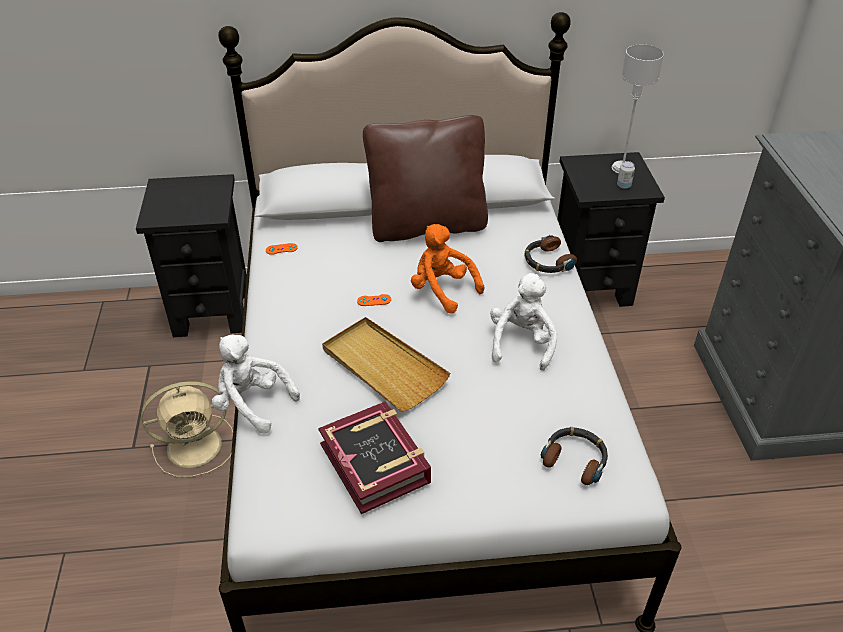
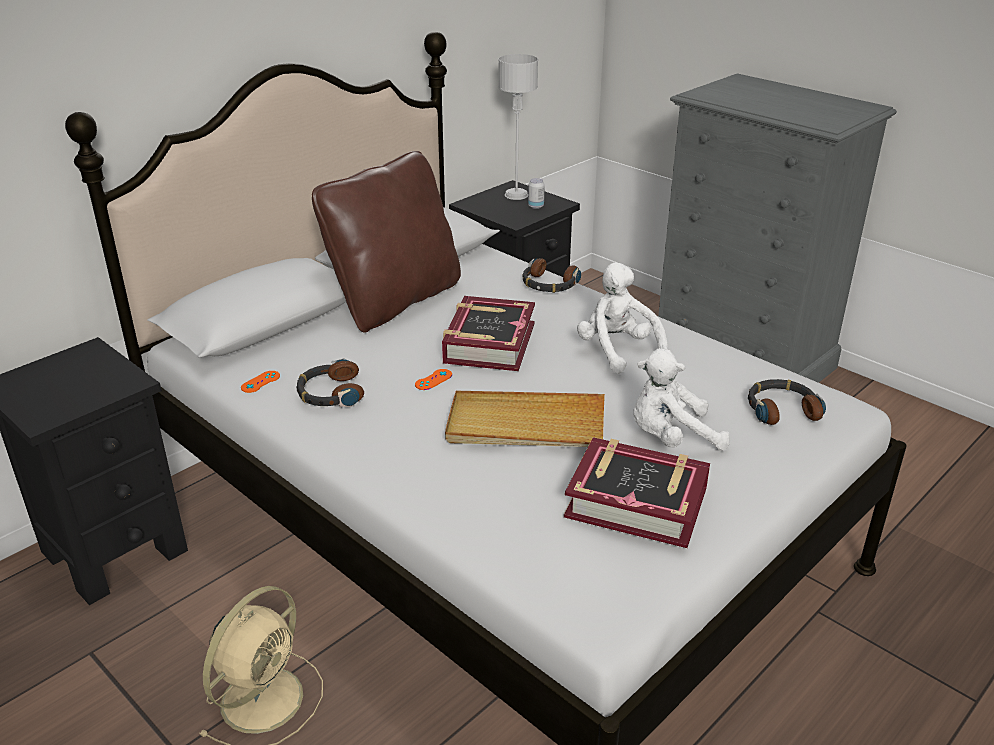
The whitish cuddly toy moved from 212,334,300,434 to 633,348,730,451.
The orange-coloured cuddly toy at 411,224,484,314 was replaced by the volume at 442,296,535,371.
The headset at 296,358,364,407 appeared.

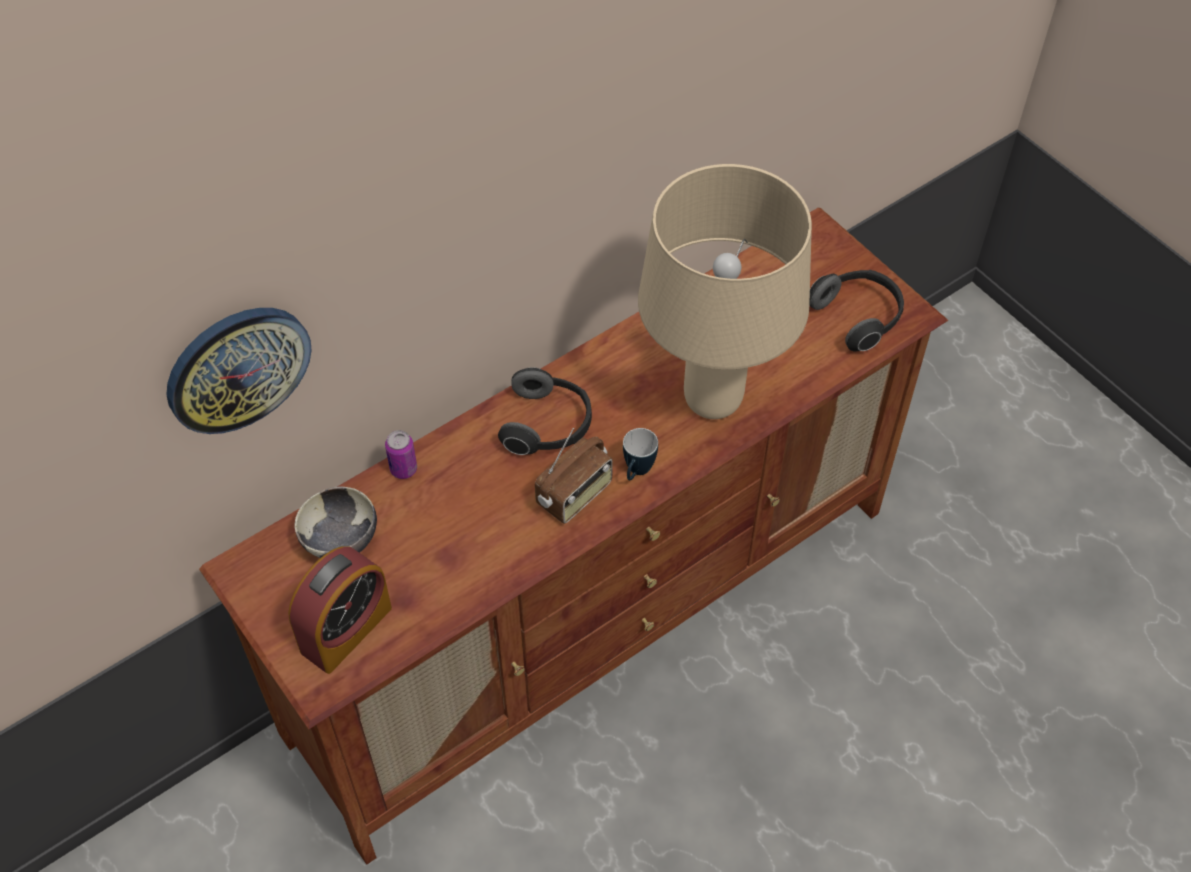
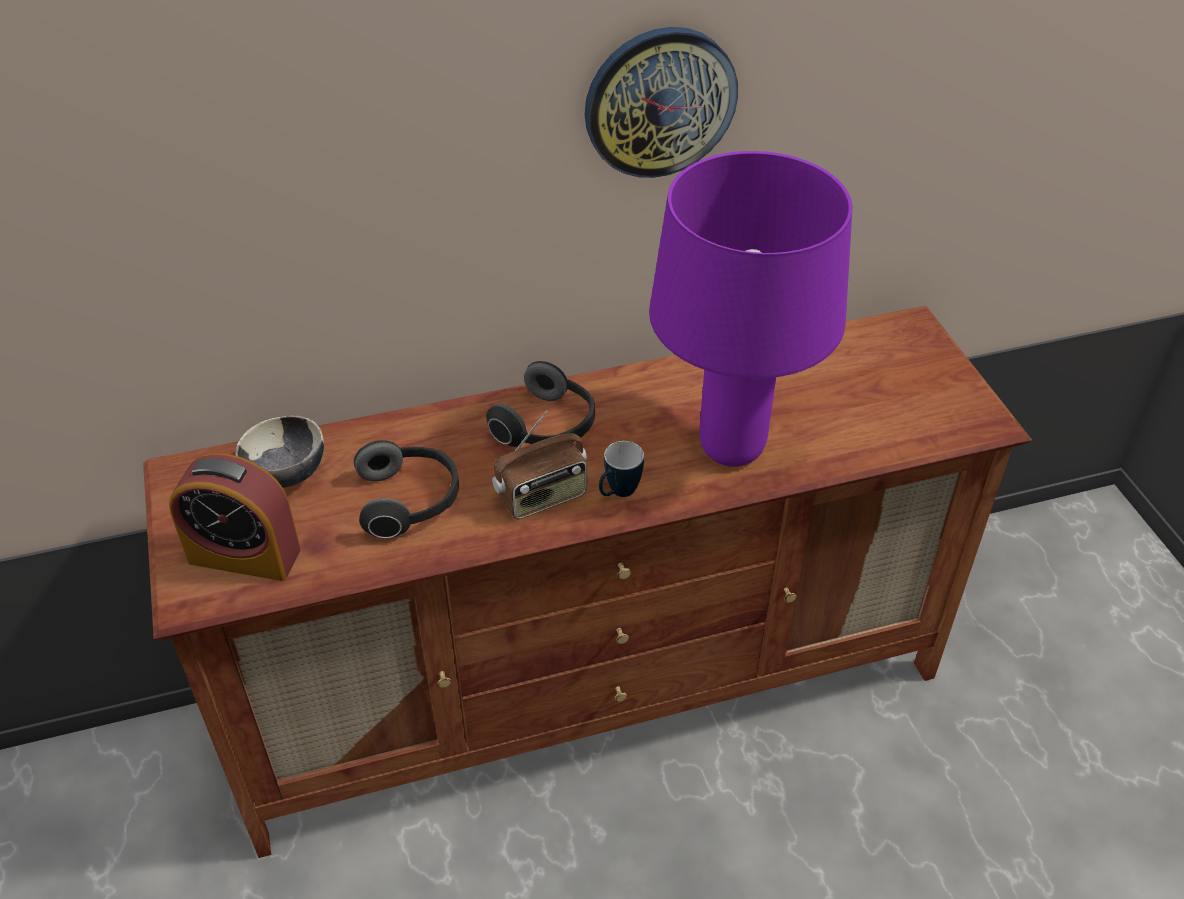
The hanging clock moved from 166,308,312,434 to 585,27,738,178.
The table clock at 288,546,392,674 turned 45 degrees clockwise.
The metal can at 385,430,417,479 disappeared.
The sand-coloured table lamp at 638,164,812,419 became the purplish table lamp at 649,151,852,467.
The headset moved from 809,270,904,351 to 354,440,459,538.

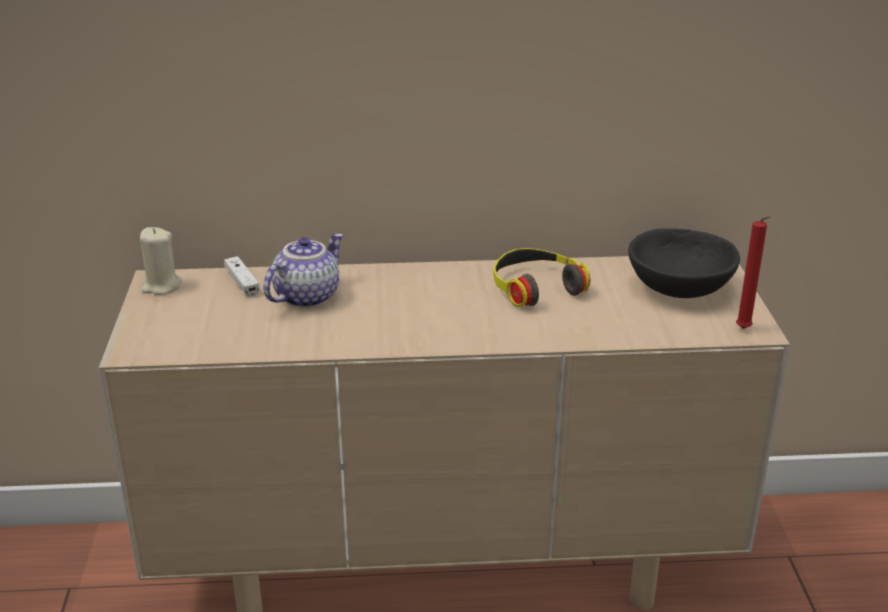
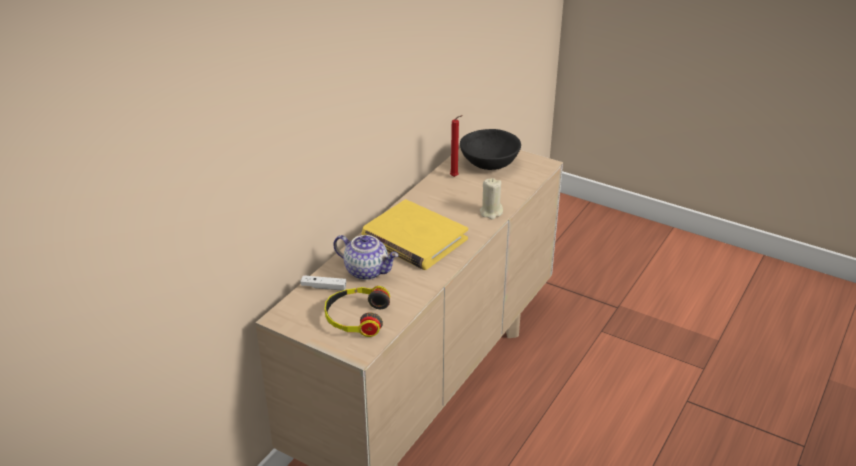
The sand-coloured candle moved from 140,227,182,295 to 480,178,503,220.
The tea pot at 263,233,343,308 turned 135 degrees clockwise.
The headset moved from 494,248,590,307 to 325,286,390,337.
The red candle moved from 736,216,770,329 to 450,115,463,177.
The yellow-coloured volume at 361,199,468,270 appeared.

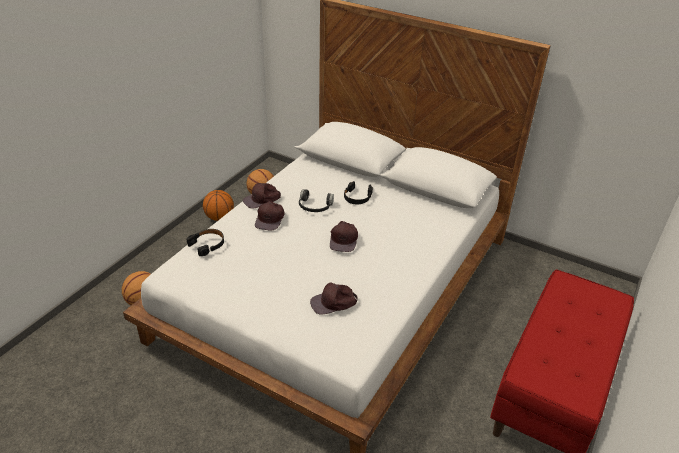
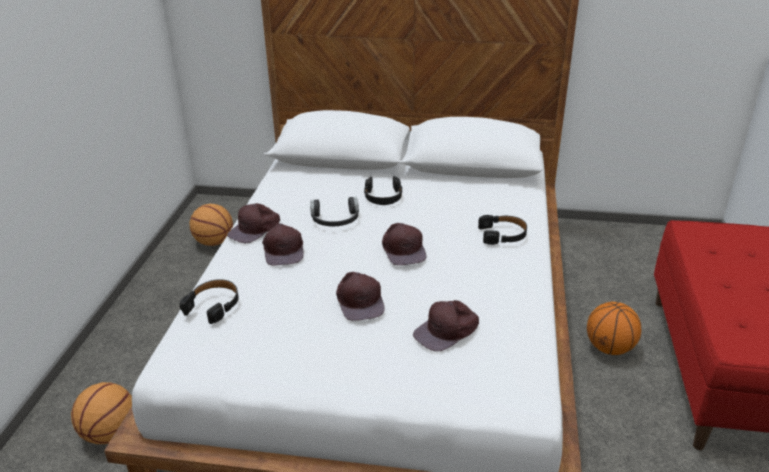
The basketball ball moved from 203,190,234,221 to 587,302,641,355.
The brown-coloured cap at 336,272,385,321 appeared.
The black headset at 478,215,527,245 appeared.

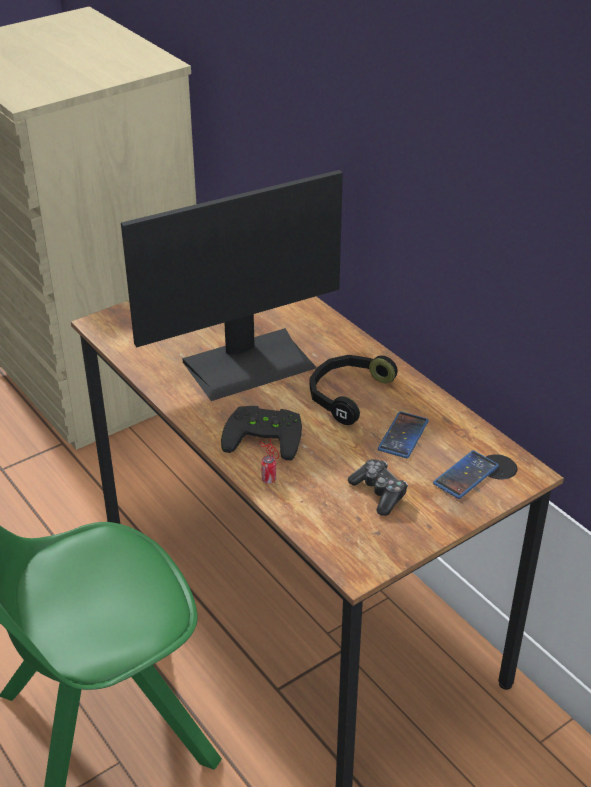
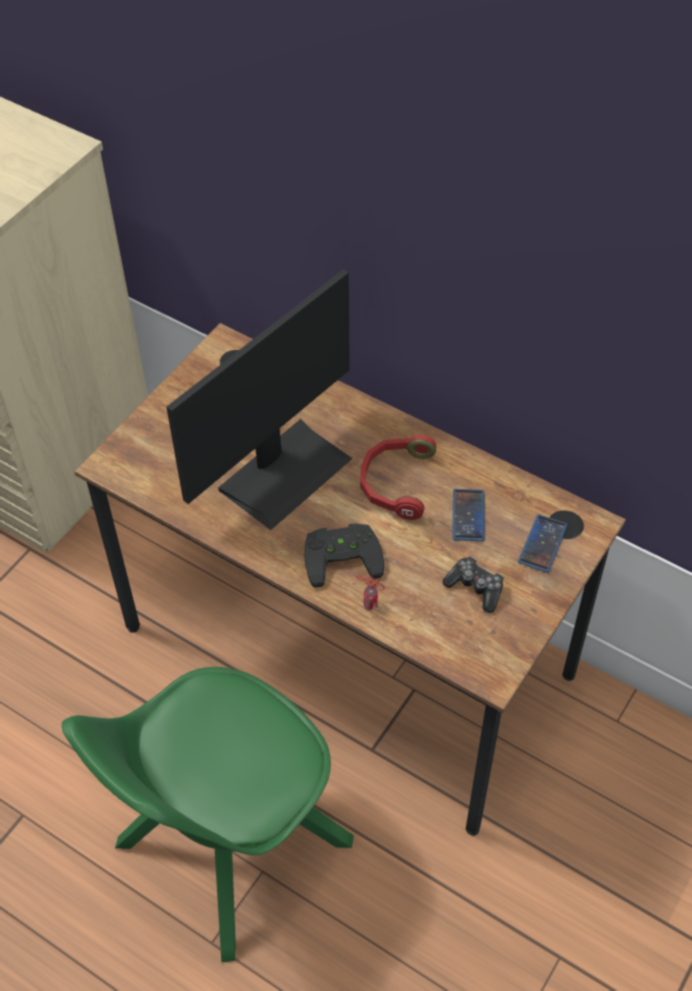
The black headset at 309,355,398,425 became the red headset at 360,435,436,520.

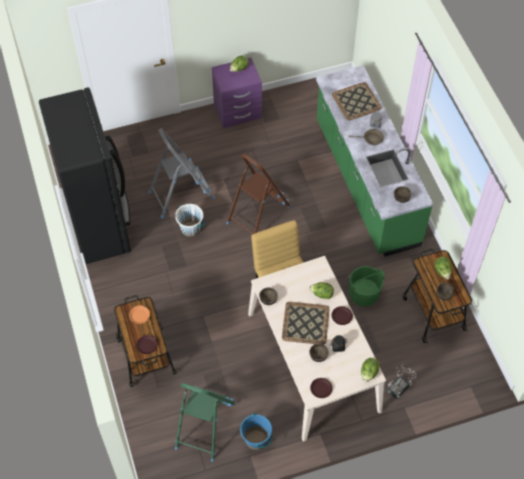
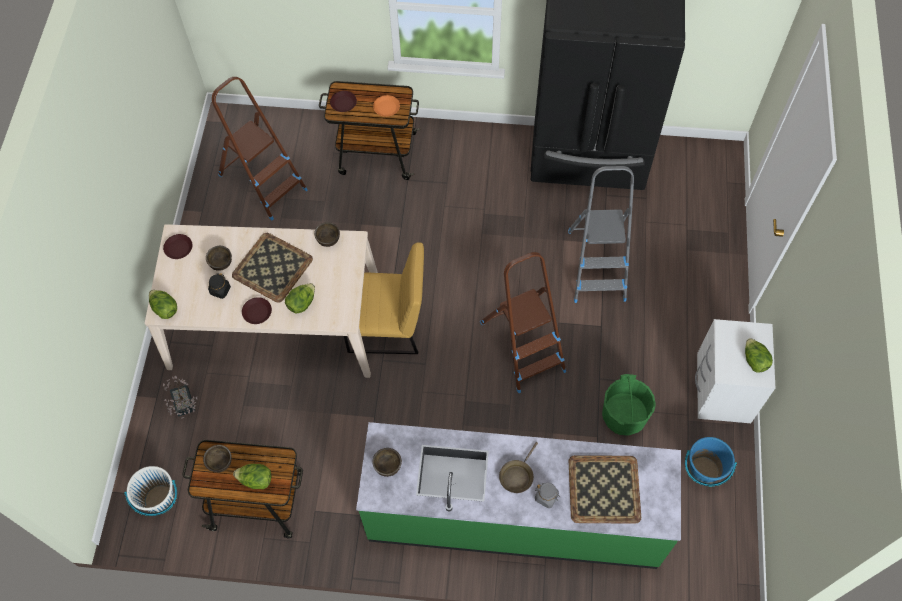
The whitish pail moved from 175,204,205,237 to 124,466,177,516.
The greenish step stool at 175,383,236,462 became the brown-coloured step stool at 212,77,308,220.
The purplish nightstand at 212,58,262,128 became the whitish nightstand at 695,319,775,423.
The blue-coloured pail moved from 240,413,272,450 to 685,437,737,486.
The greenish pail moved from 349,266,385,307 to 602,374,656,436.

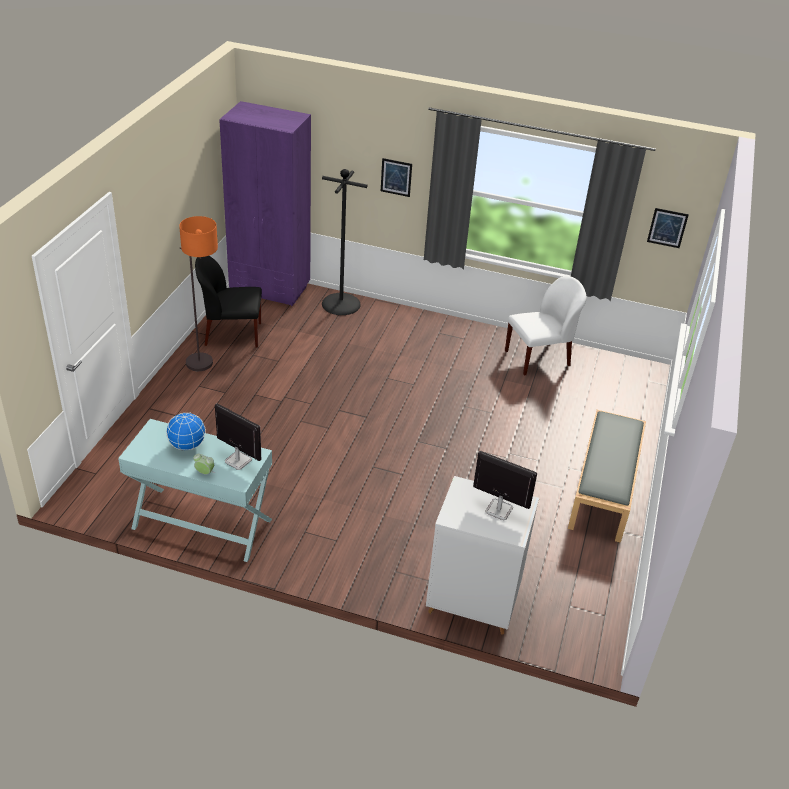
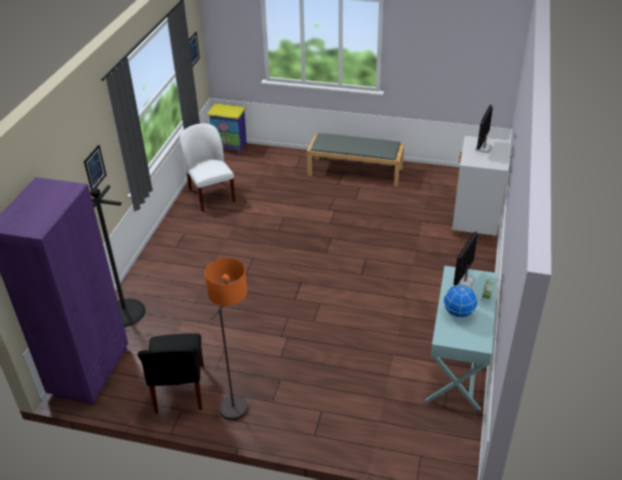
The nightstand at 207,104,247,154 appeared.

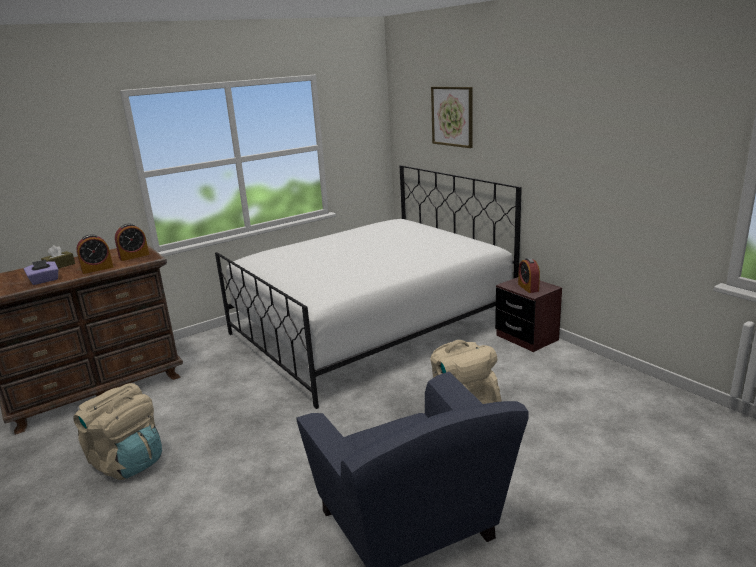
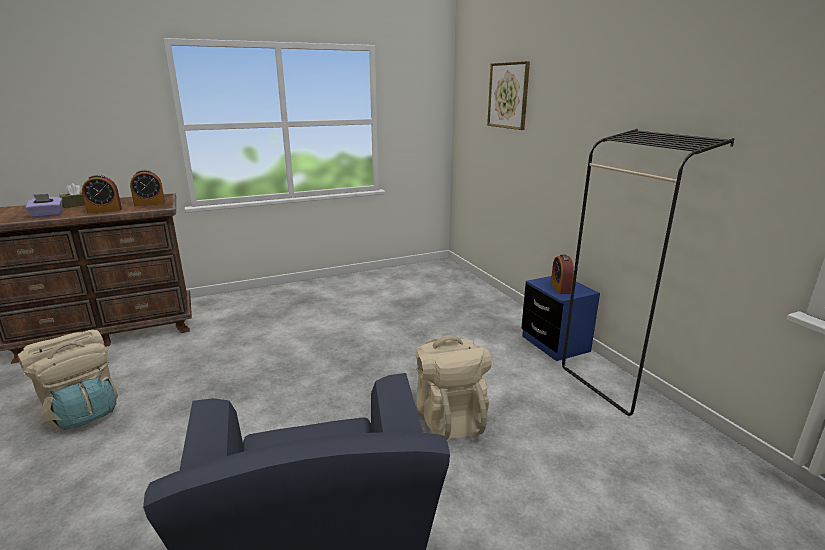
The whitish bed at 215,165,522,409 disappeared.
The brown-coloured nightstand at 495,277,562,352 became the blue-coloured nightstand at 521,276,600,361.
The black garment rack at 562,129,735,416 appeared.

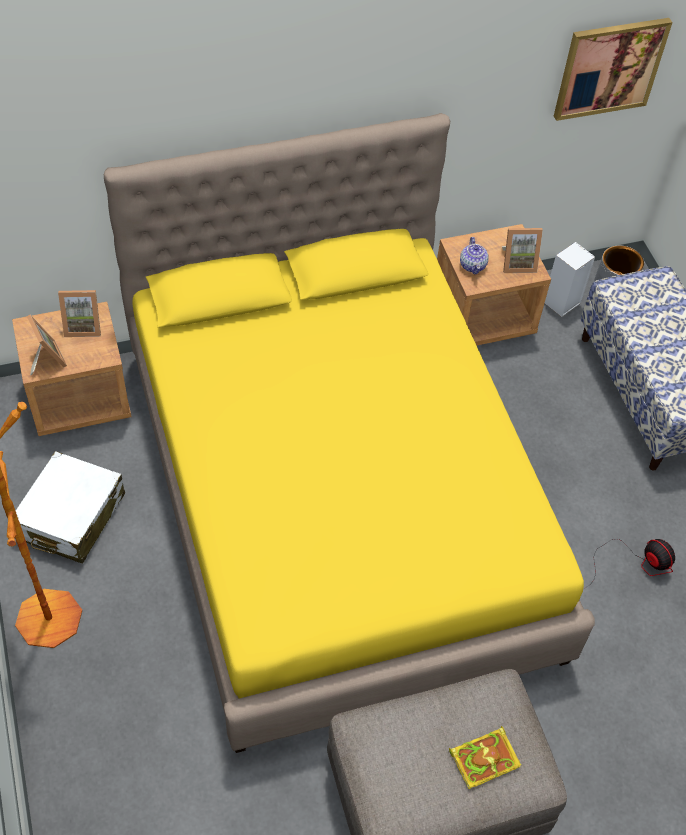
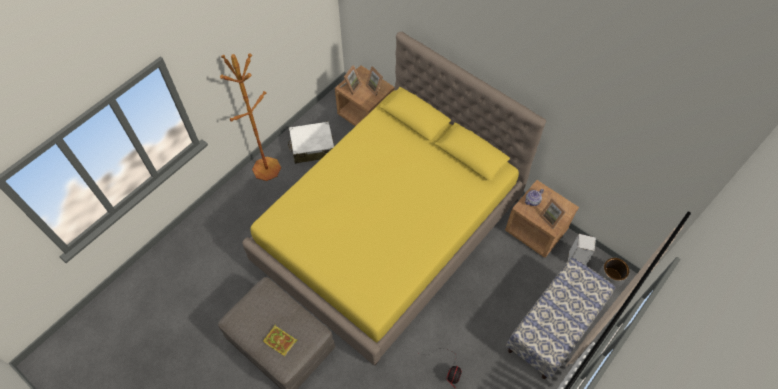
The picture at 554,18,673,121 disappeared.

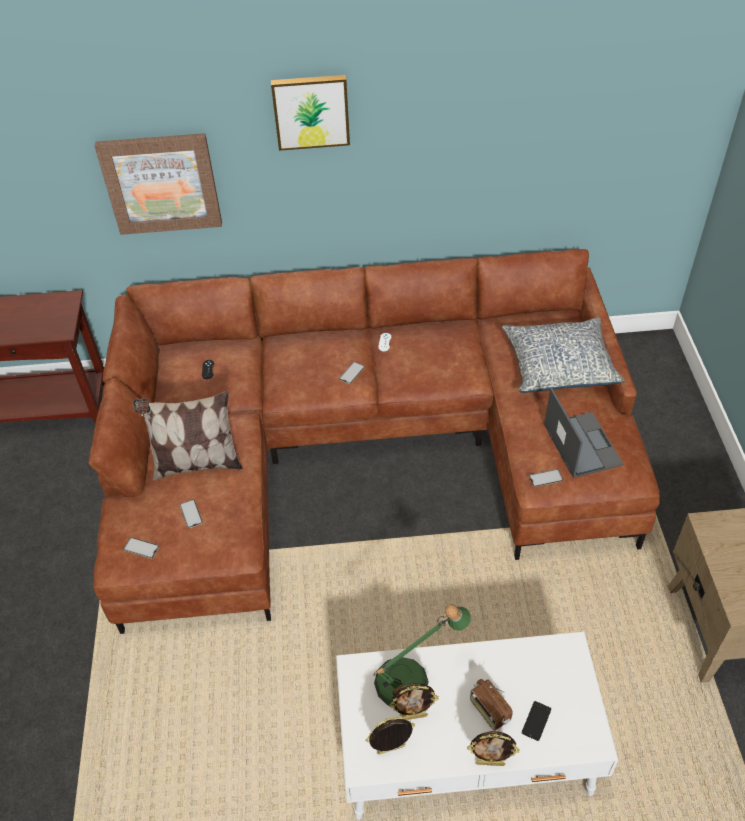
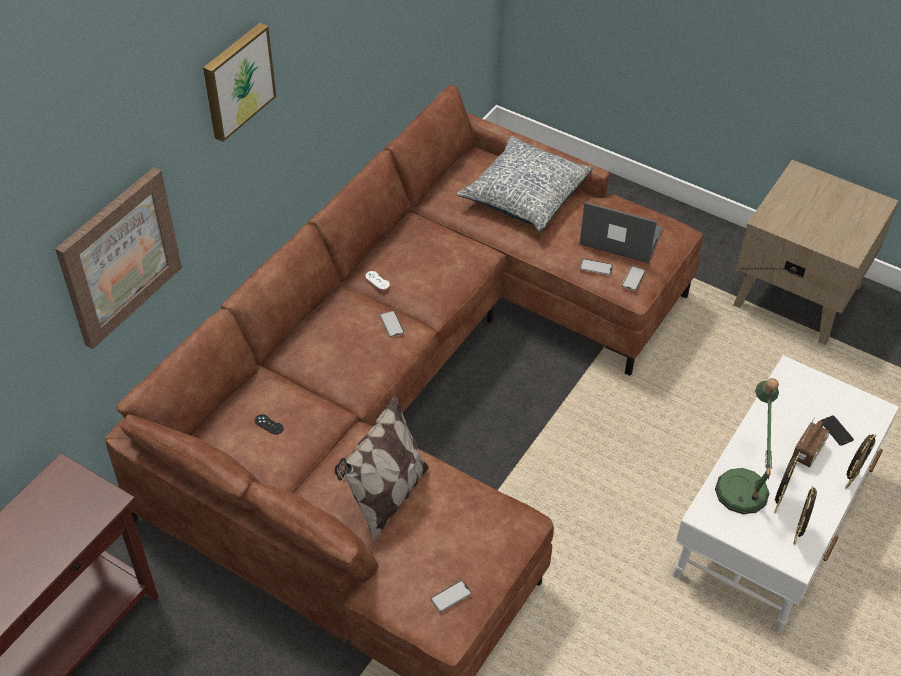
The handset moved from 180,499,203,528 to 580,259,613,275.
The radio set at 470,679,513,731 turned 60 degrees counterclockwise.

